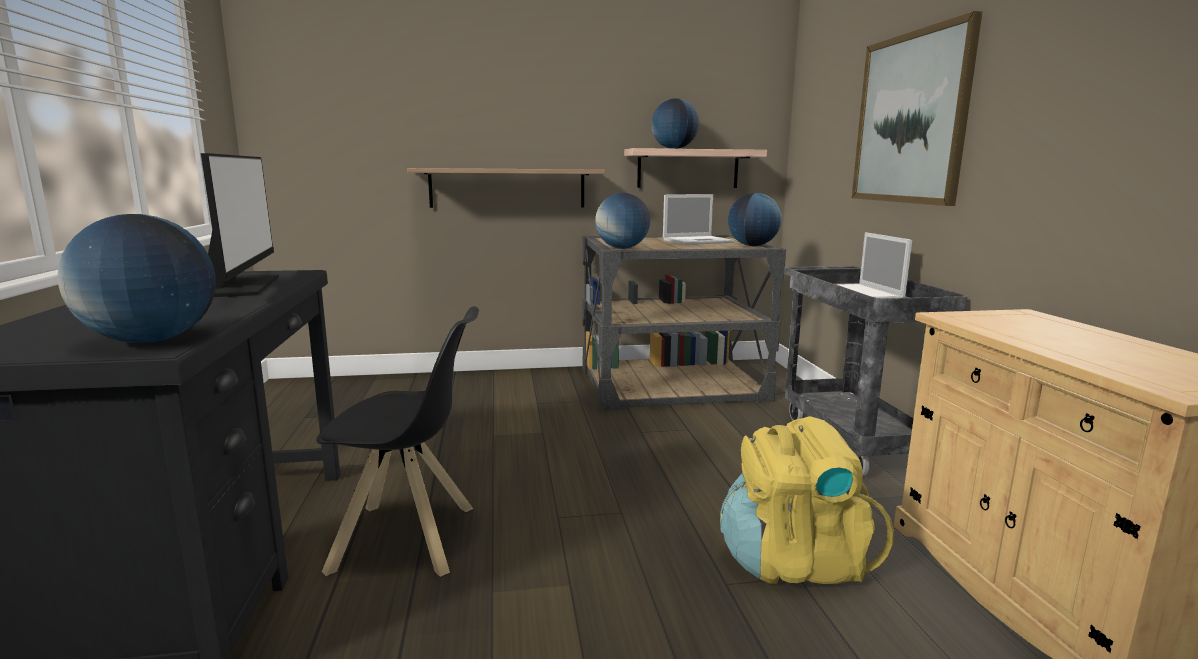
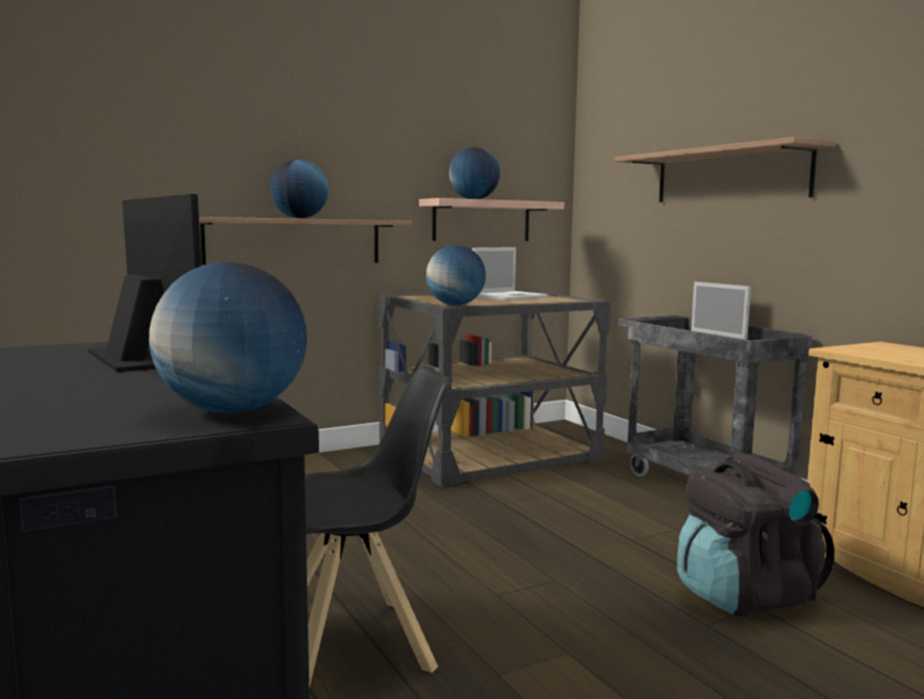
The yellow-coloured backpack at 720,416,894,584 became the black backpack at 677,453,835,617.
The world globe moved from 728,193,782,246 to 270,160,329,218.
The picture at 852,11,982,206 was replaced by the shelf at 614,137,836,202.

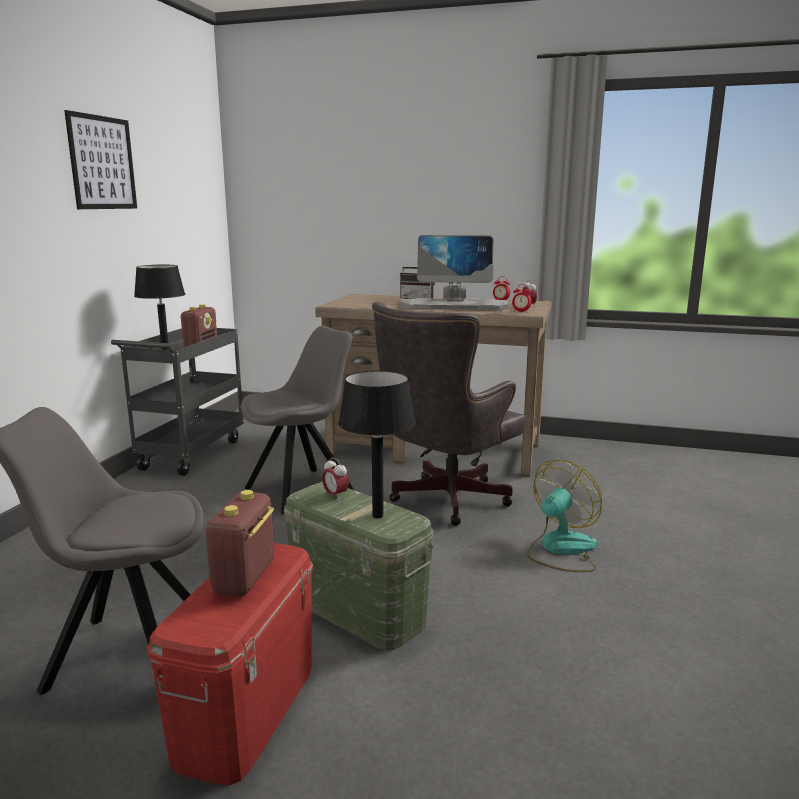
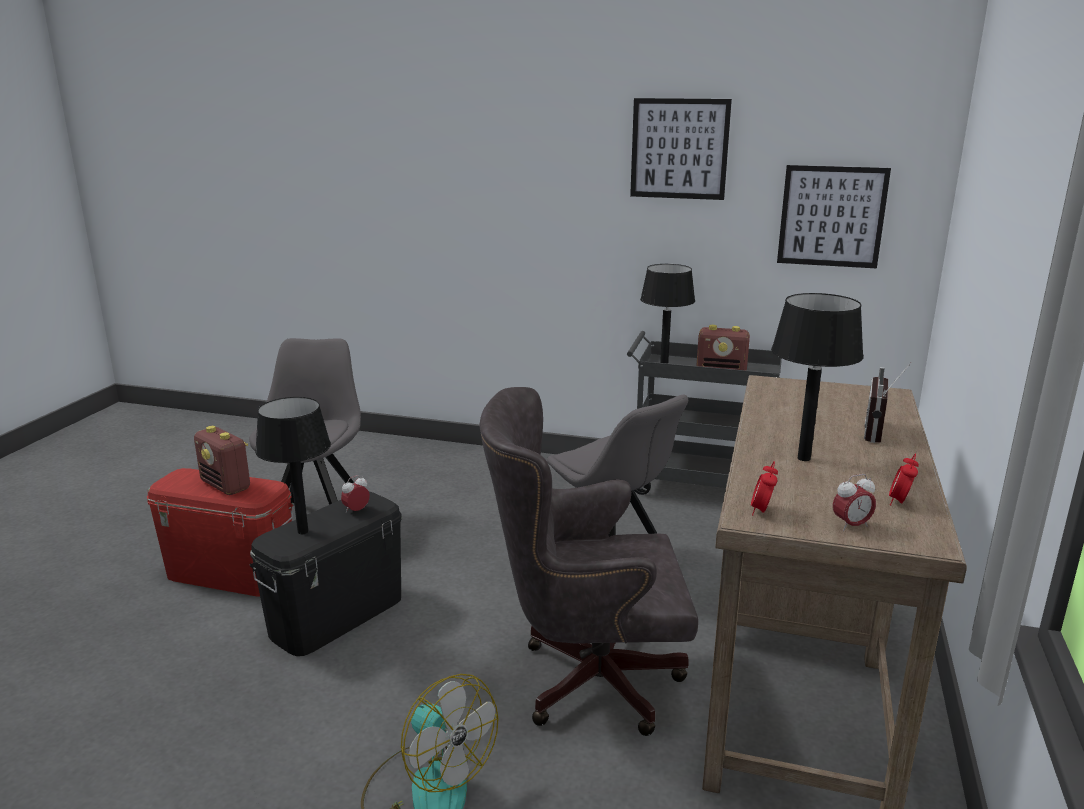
The radio set at 206,490,274,597 turned 150 degrees counterclockwise.
The greenish storage box at 284,482,434,651 became the black storage box at 250,492,402,656.
The gray computer chair at 372,302,526,525 turned 45 degrees counterclockwise.
The monitor at 400,235,509,311 was replaced by the black table lamp at 771,293,864,461.
The picture at 777,165,891,269 appeared.

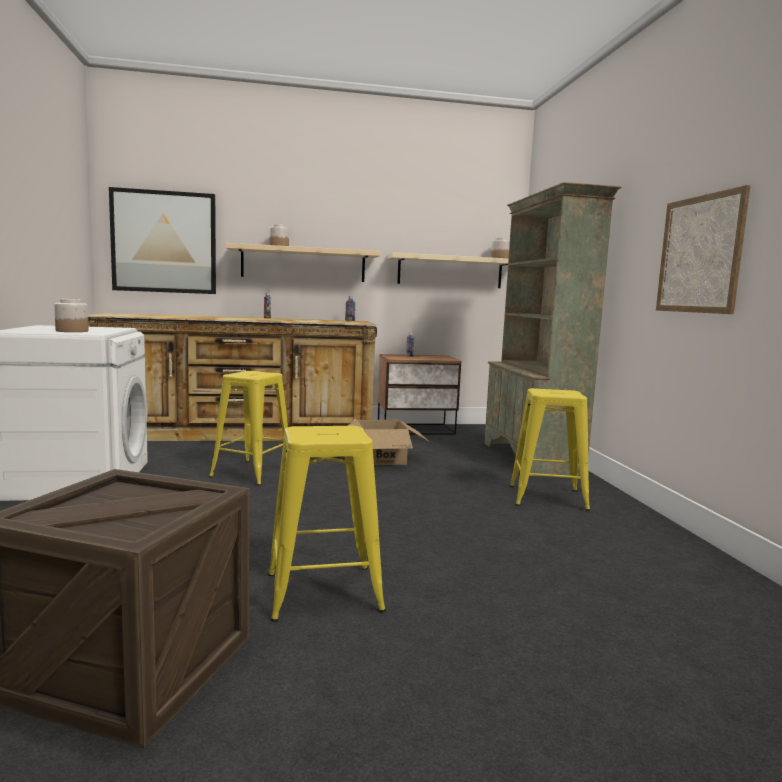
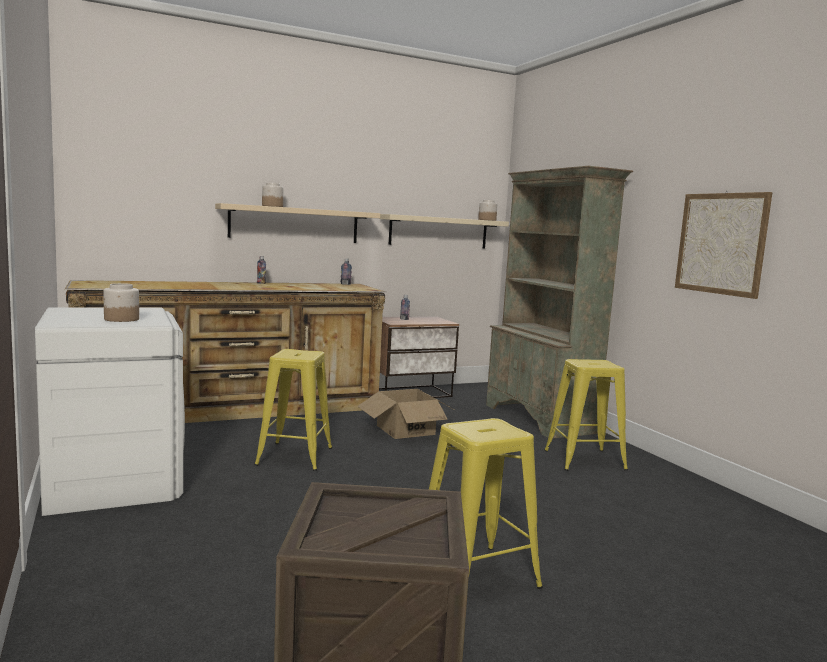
The picture at 109,187,216,294 disappeared.

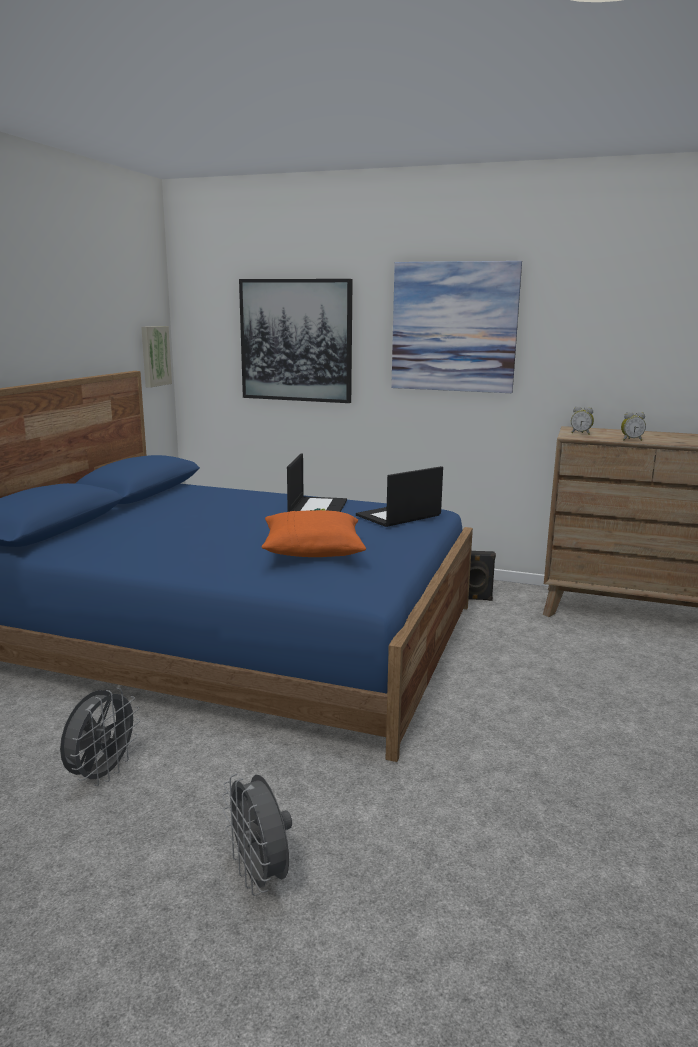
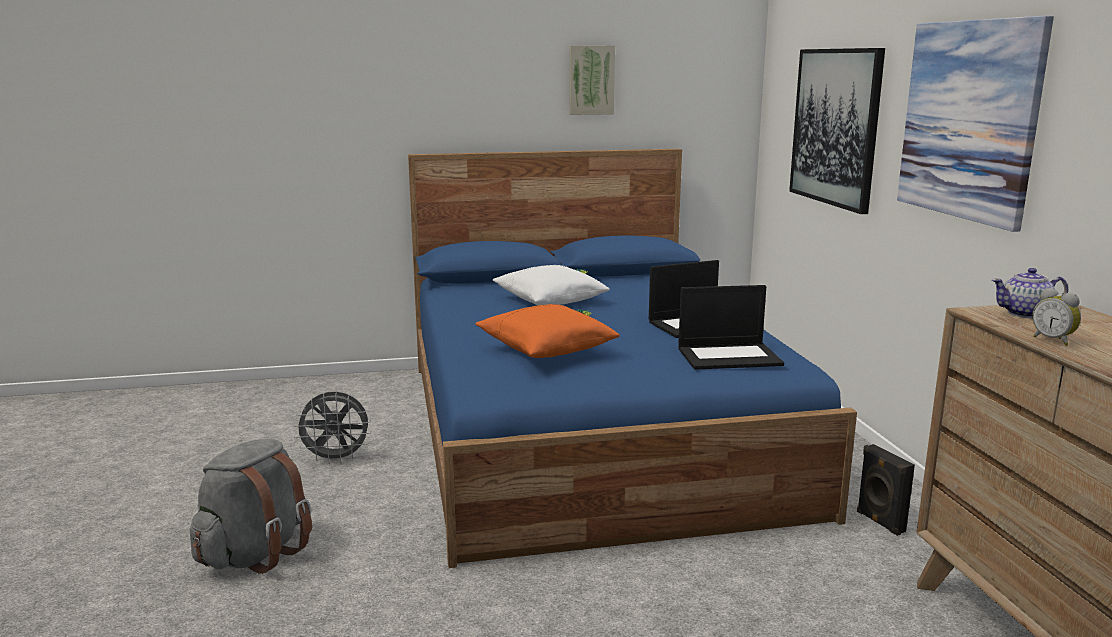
The picture moved from 141,326,172,388 to 569,45,615,115.
The gray electric fan at 222,773,292,896 was replaced by the gray backpack at 190,439,312,574.
The laptop at 356,466,443,527 turned 150 degrees clockwise.
The table clock at 571,406,594,435 was replaced by the tea pot at 991,268,1068,318.
The whitish pillow at 493,265,610,305 appeared.

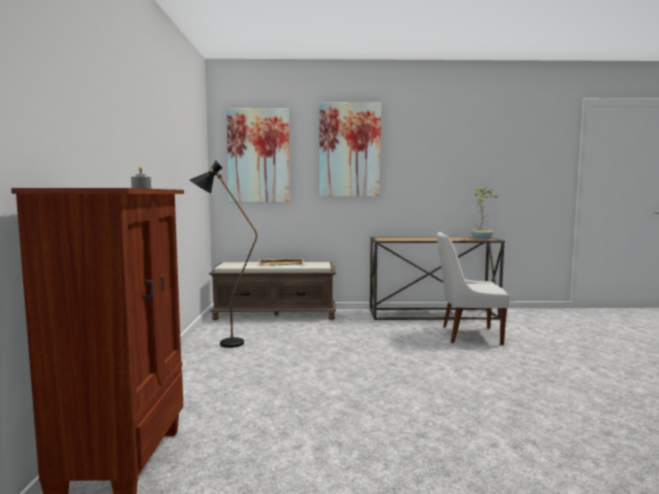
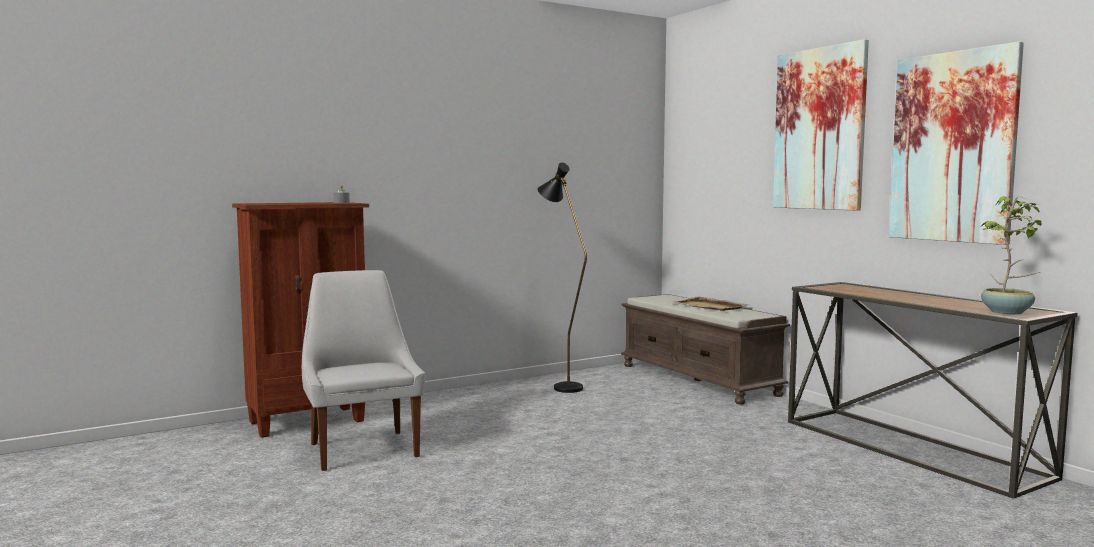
The picture moved from 226,108,290,202 to 889,41,1024,245.
The whitish plain chair moved from 436,232,509,345 to 302,270,425,471.

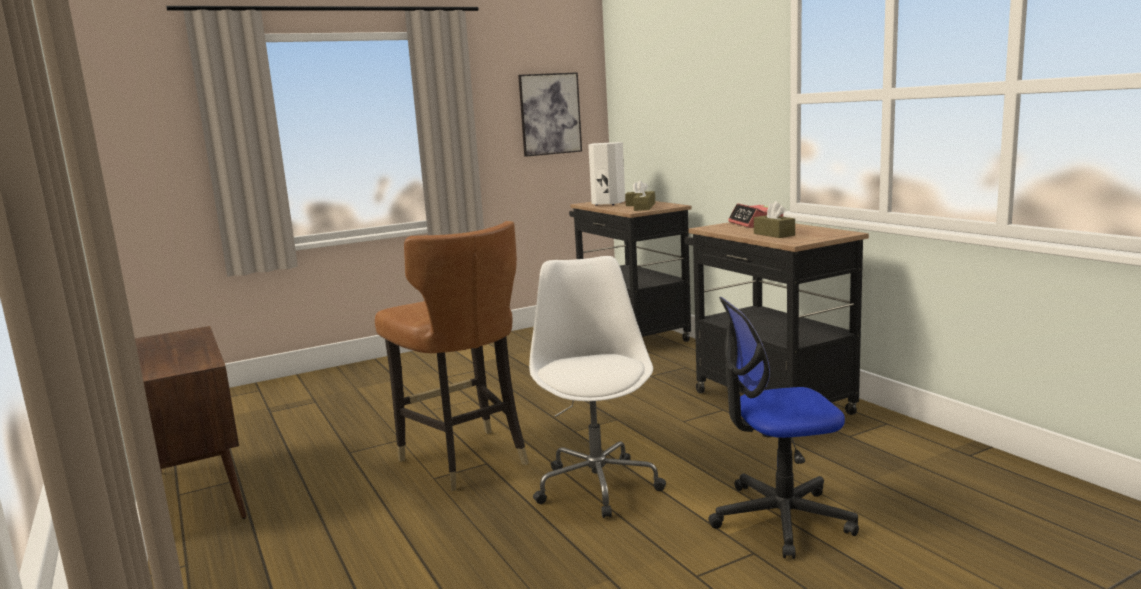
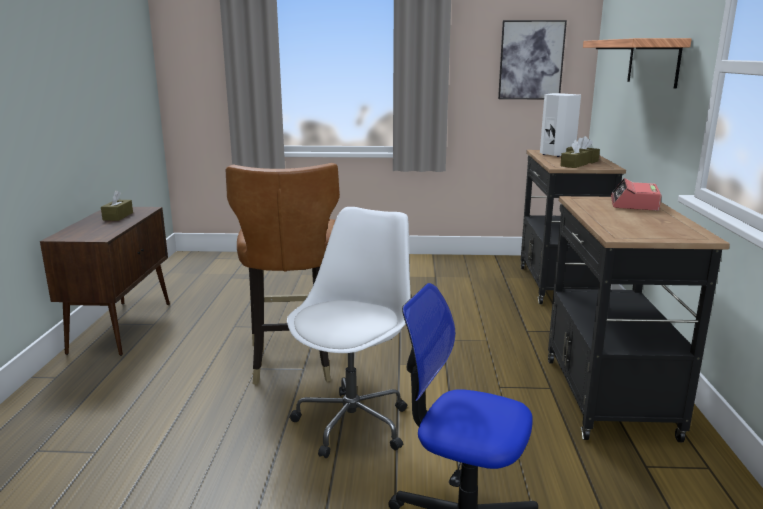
The brown-coloured tissue box moved from 754,201,795,238 to 101,190,133,221.
The shelf at 583,38,691,89 appeared.

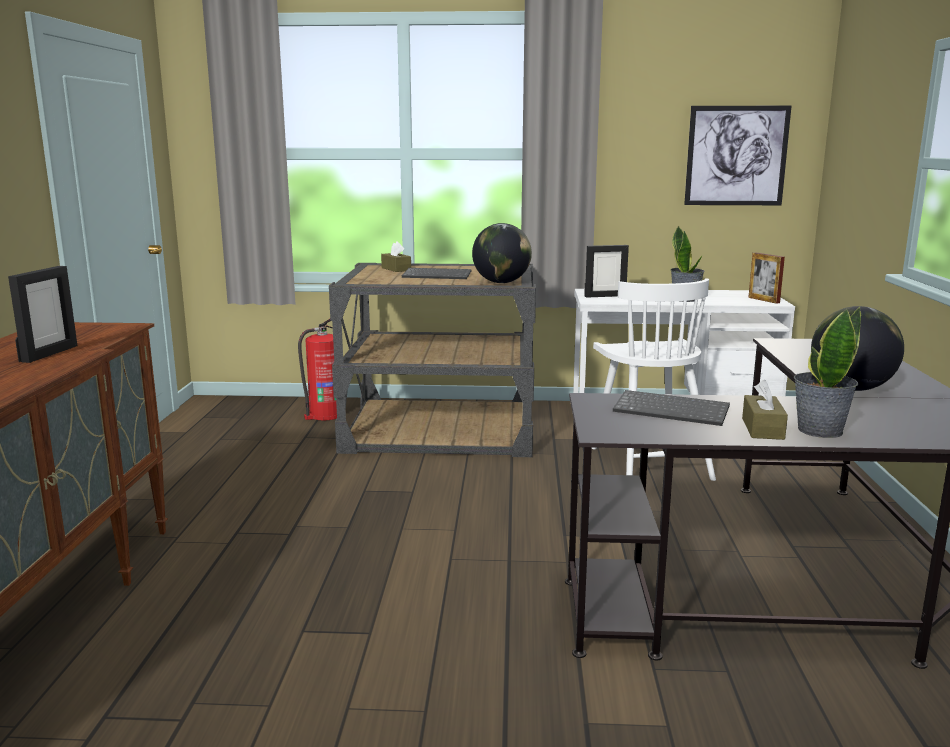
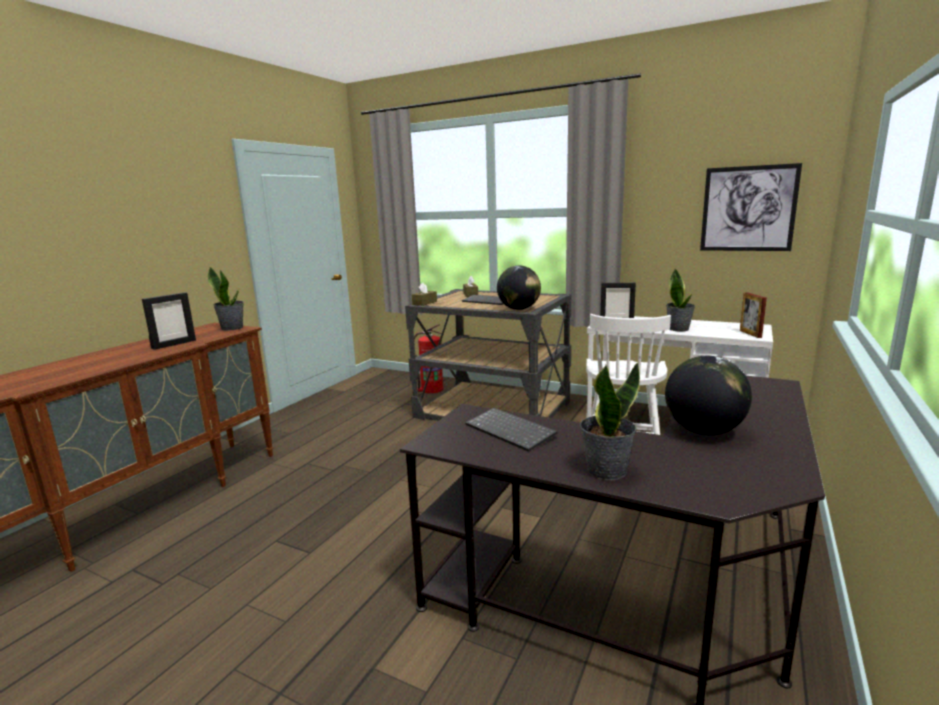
The brown-coloured tissue box moved from 742,380,788,440 to 412,283,437,306.
The plant in a pot at 207,267,244,331 appeared.

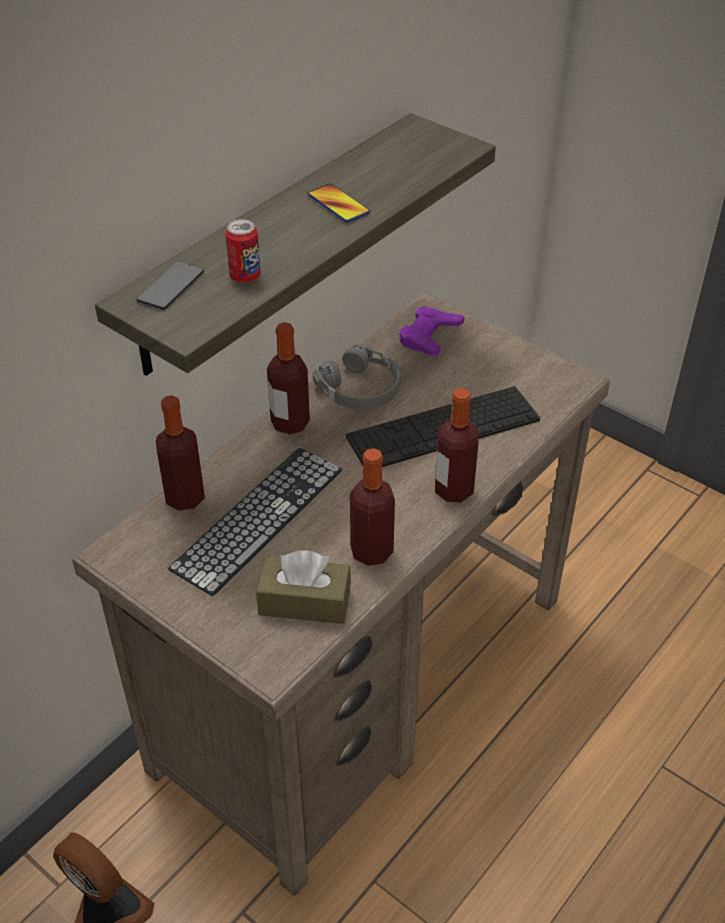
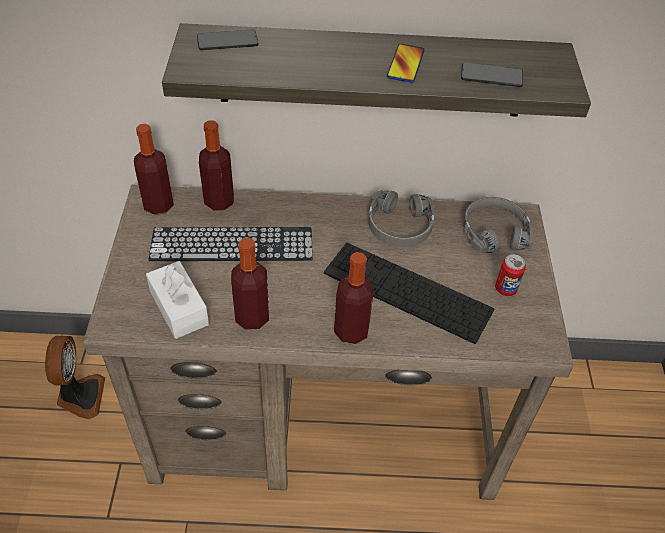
The metal can moved from 225,219,261,283 to 495,254,526,296.
The brown-coloured tissue box at 256,550,351,624 became the whitish tissue box at 146,261,209,339.
The bottle moved from 267,322,310,435 to 134,124,174,215.
The purplish gamepad at 399,306,465,356 was replaced by the gray headset at 463,197,535,254.
The handset at 461,62,523,87 appeared.

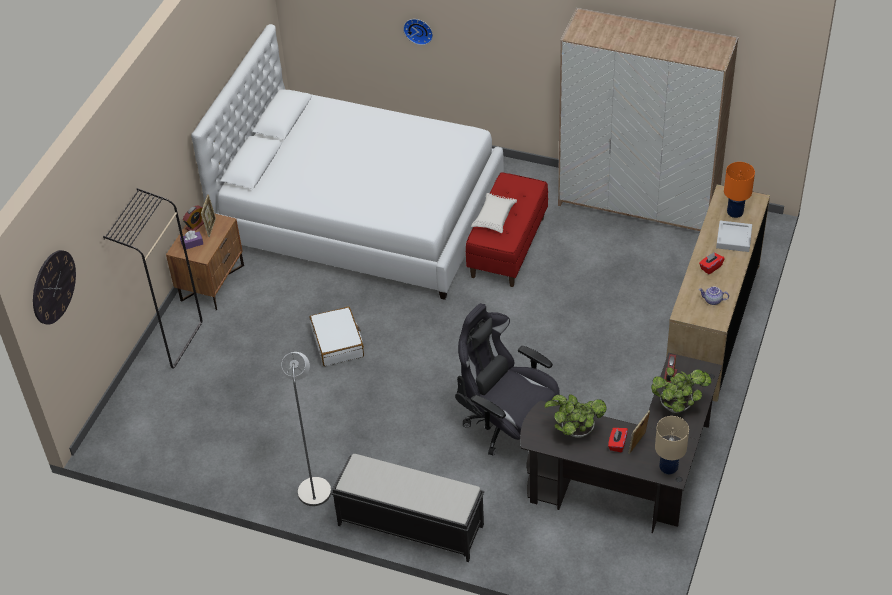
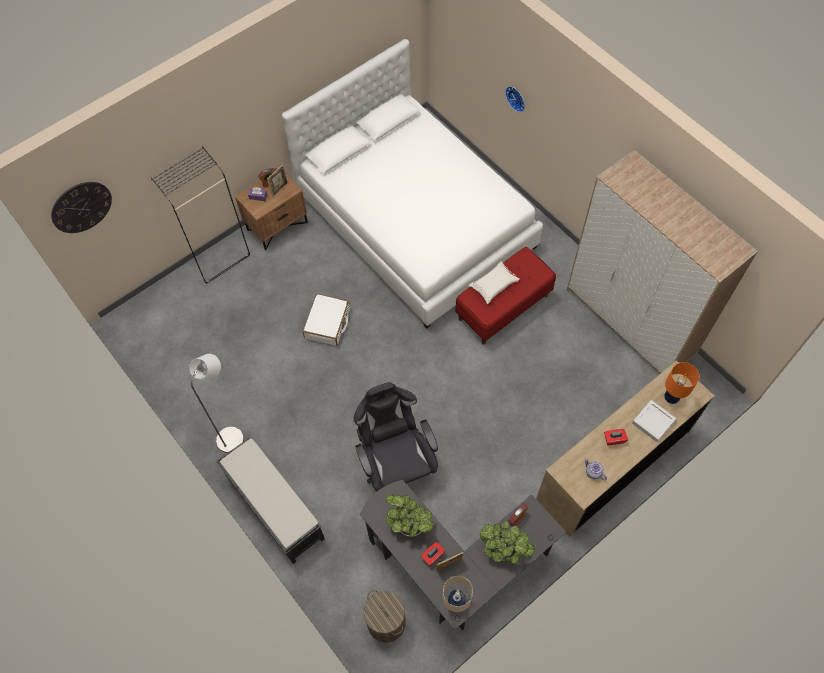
The hamper at 364,590,406,643 appeared.

